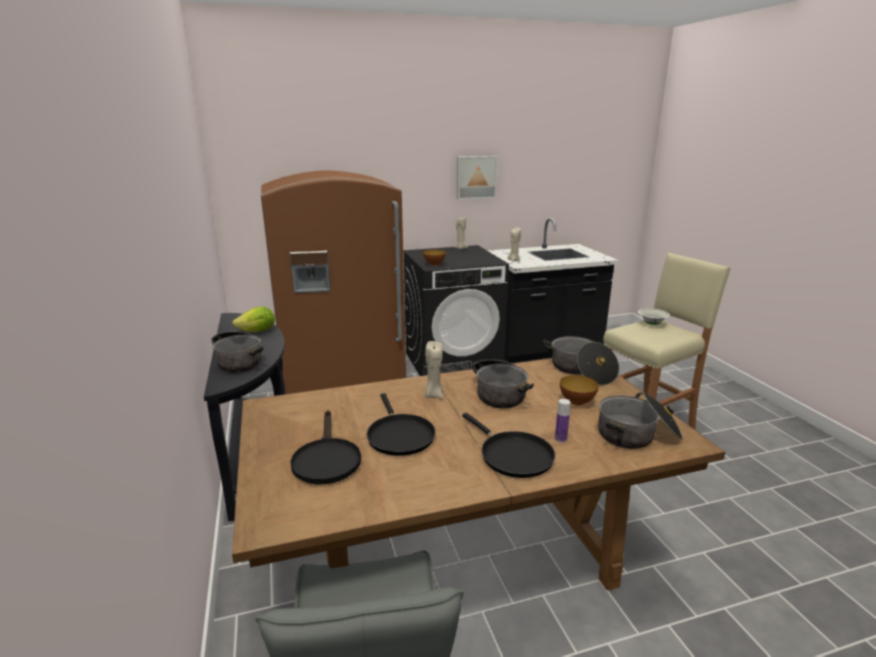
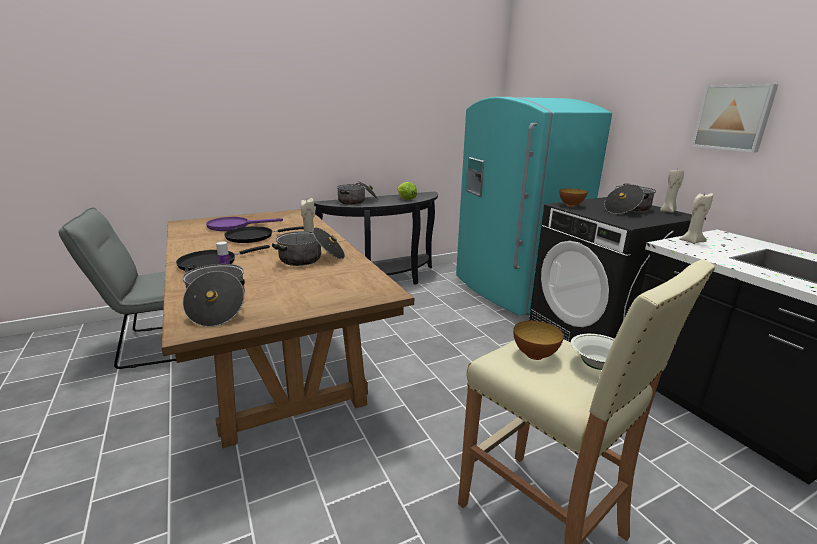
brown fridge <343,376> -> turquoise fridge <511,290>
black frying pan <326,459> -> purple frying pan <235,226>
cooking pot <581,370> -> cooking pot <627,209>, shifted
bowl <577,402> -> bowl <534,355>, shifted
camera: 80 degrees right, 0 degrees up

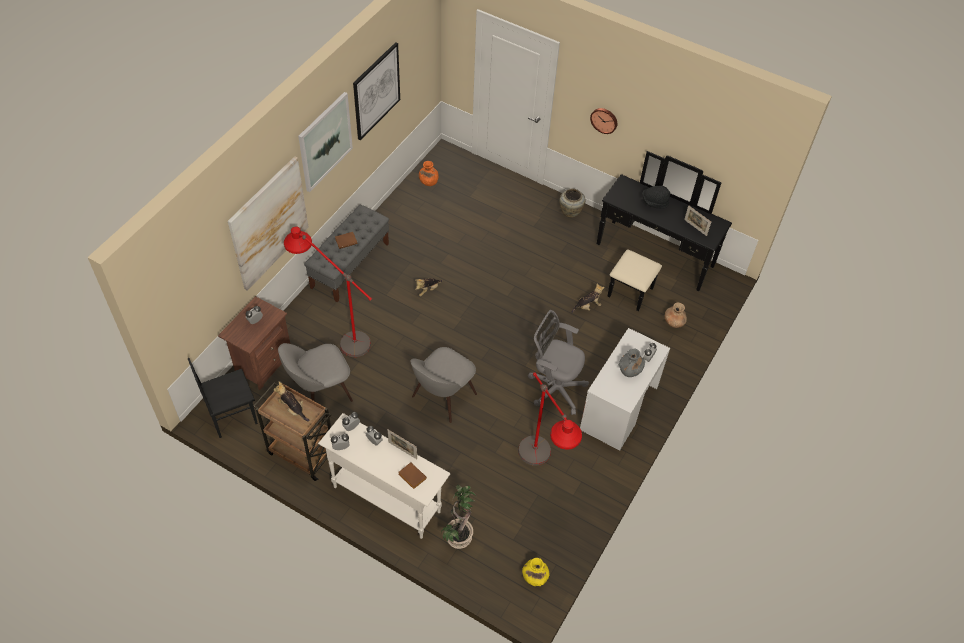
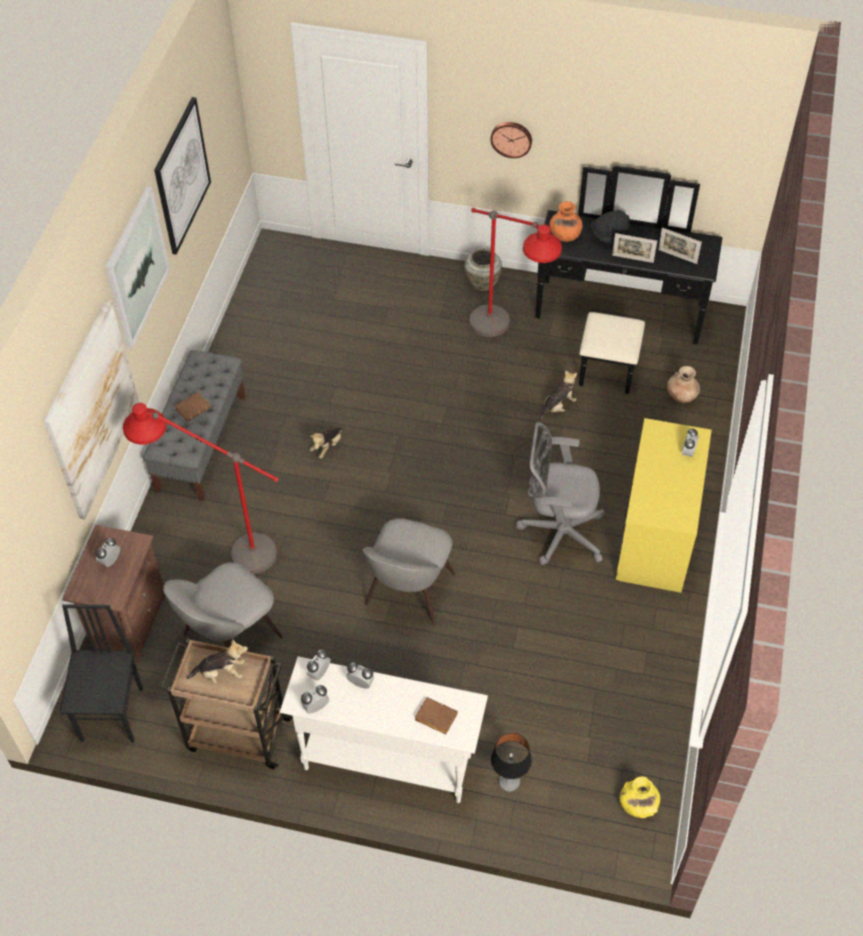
black chair <232,417> -> black chair <113,713>, 135 degrees clockwise
plush toy <293,409> -> plush toy <221,673>, 150 degrees clockwise
picture frame <402,450> -> picture frame <632,259>, shifted
orange vase <428,181> -> orange vase <564,235>, shifted
potted plant <458,536> -> table lamp <509,782>
red floor lamp <541,471> -> red floor lamp <506,339>, shifted
white desk <619,408> -> yellow desk <656,534>
grey vase <629,370> -> none
camera: 15 degrees left, 0 degrees up

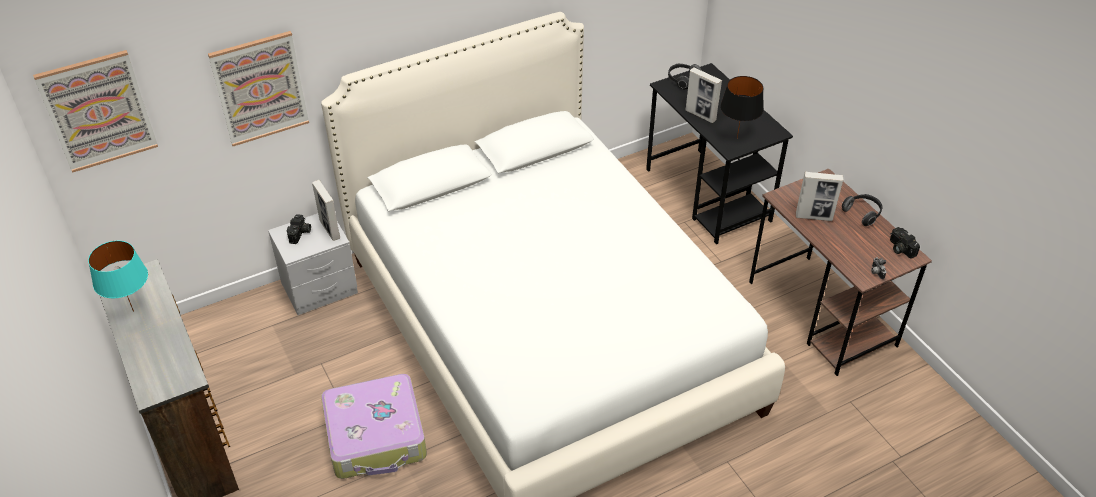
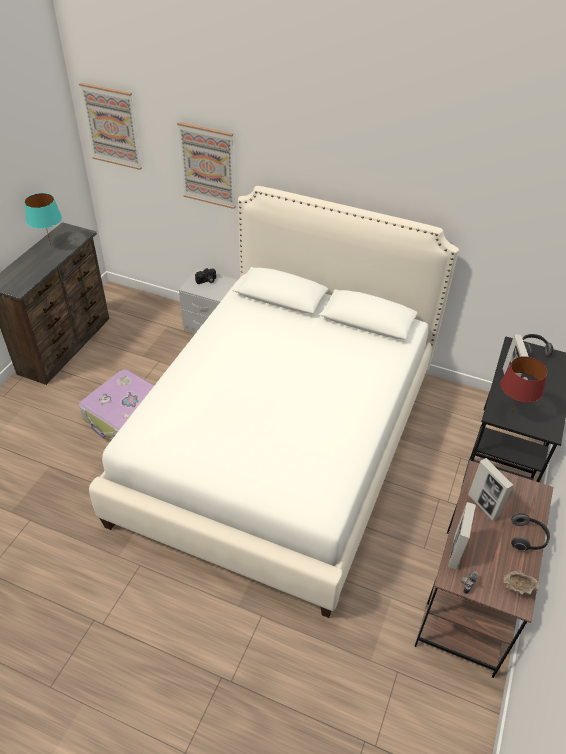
picture frame <330,229> -> picture frame <455,552>, shifted
black table lamp <737,138> -> red table lamp <512,413>
photo camera <900,248> -> beige bowl <517,588>
camera: 50 degrees right, 0 degrees up

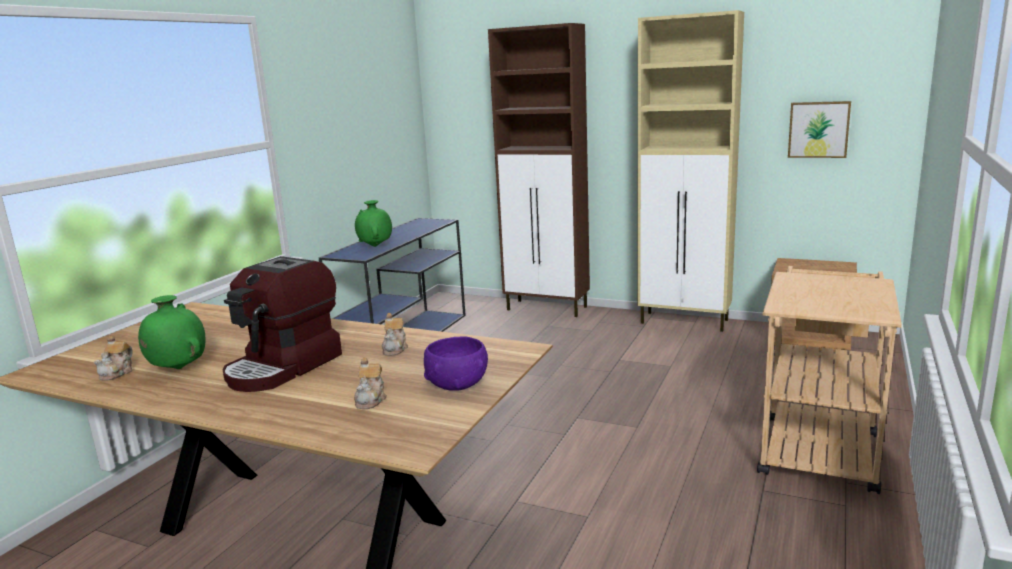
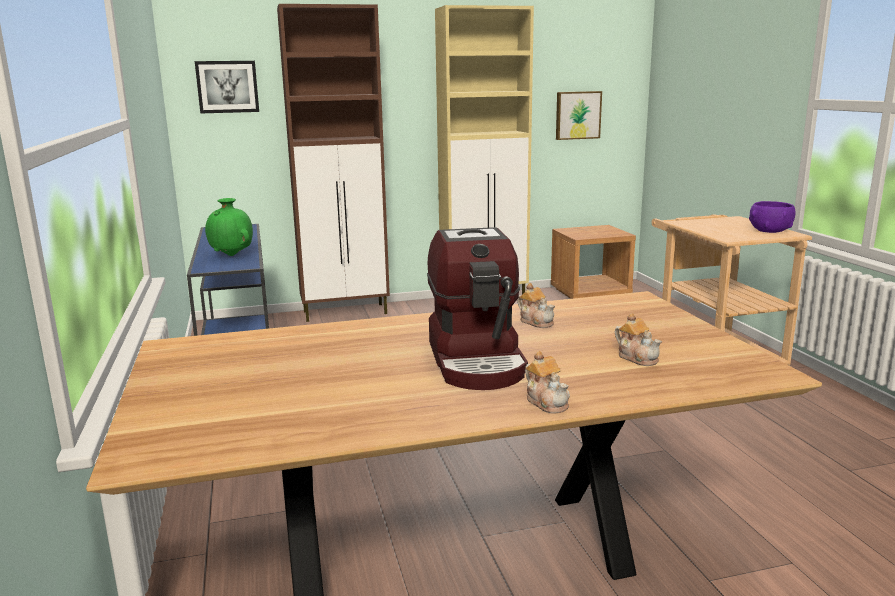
teapot <118,373> -> teapot <547,402>, shifted
green vase <178,369> -> none
purple bowl <457,384> -> purple bowl <770,231>, shifted
none -> picture <227,87>
camera: 40 degrees left, 0 degrees up

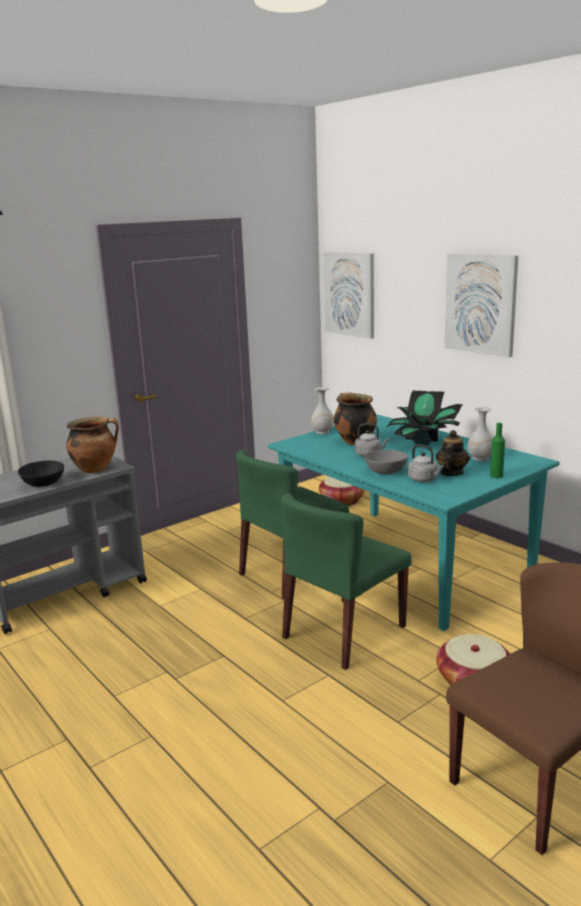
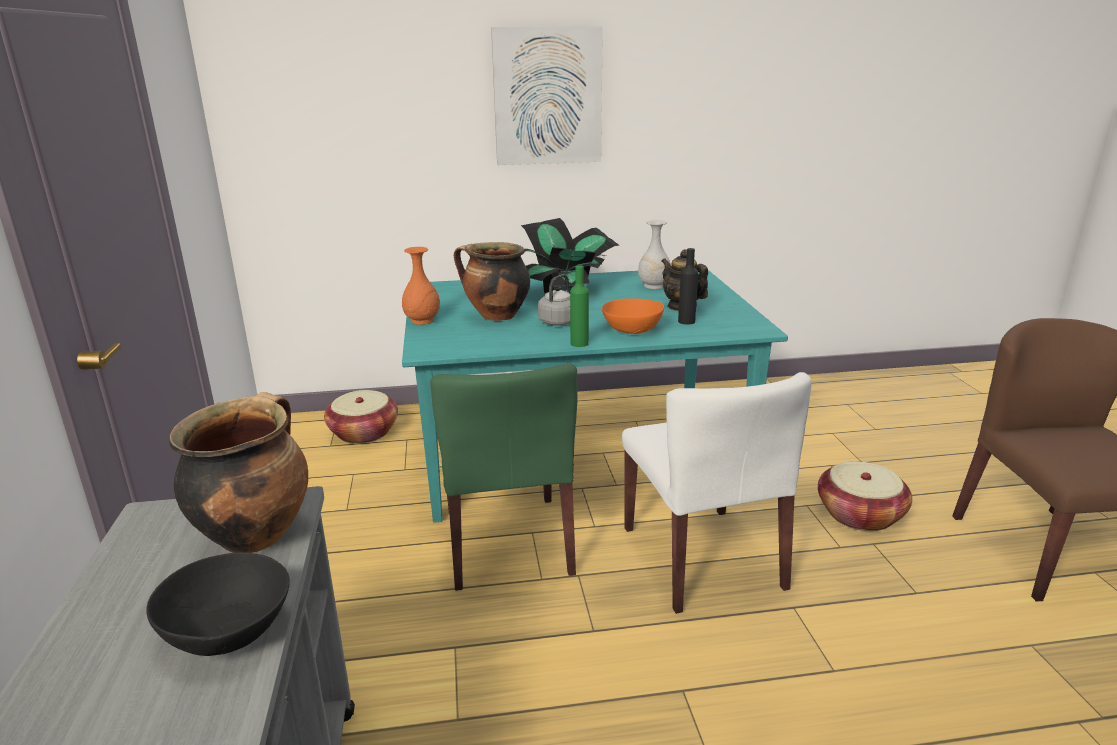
green chair <344,632> -> white chair <702,558>
white vase <322,432> -> orange vase <422,321>
picture <350,294> -> none
grey bowl <385,471> -> orange bowl <631,329>
grey kettle <424,479> -> black bottle <686,321>
green bottle <496,476> -> green bottle <579,343>, shifted
camera: 60 degrees left, 5 degrees up

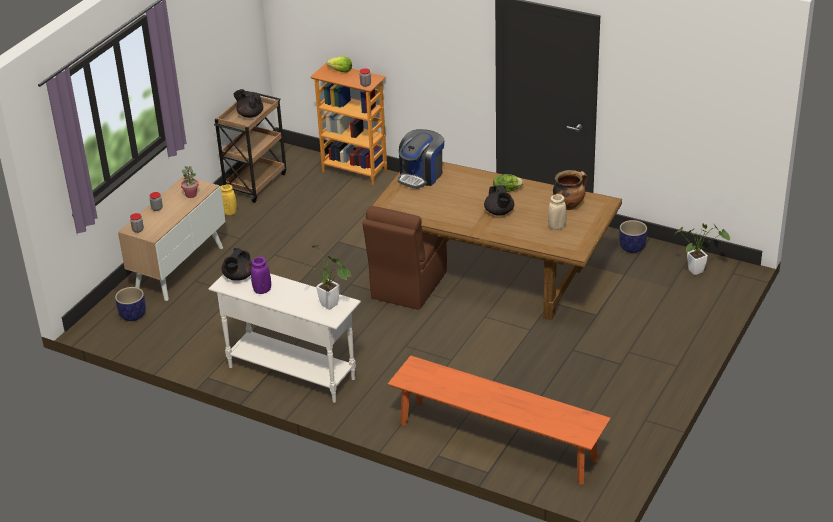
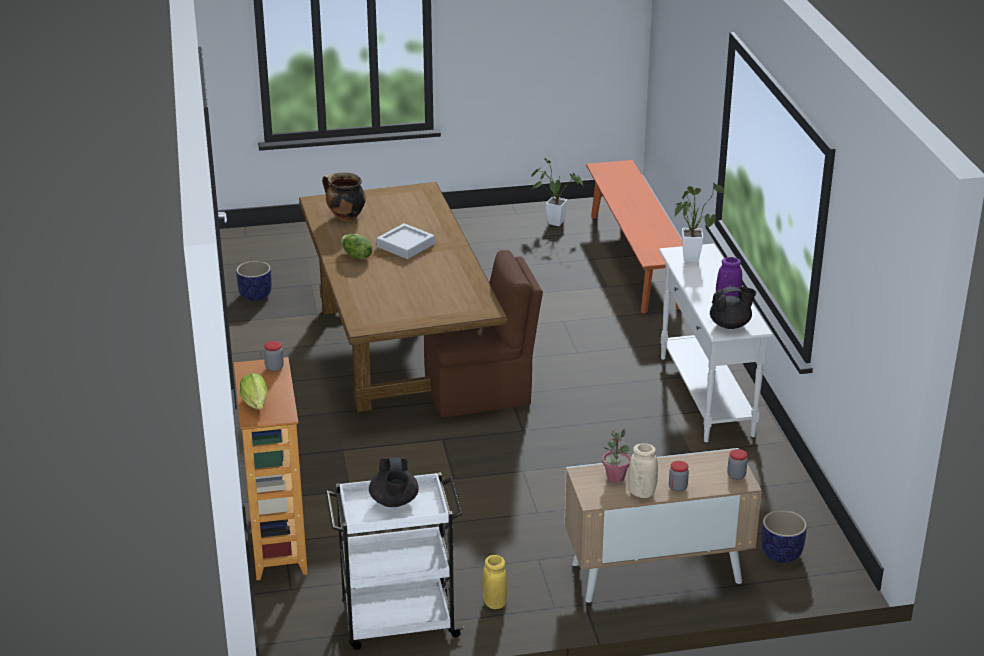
brown cart <255,183> -> white cart <397,622>
coffee machine <421,175> -> none
black teapot <499,212> -> grey tray <405,245>
beige vase <557,226> -> beige vase <641,493>, shifted
potted plant <698,270> -> potted plant <552,222>, shifted
camera: 130 degrees left, 5 degrees down

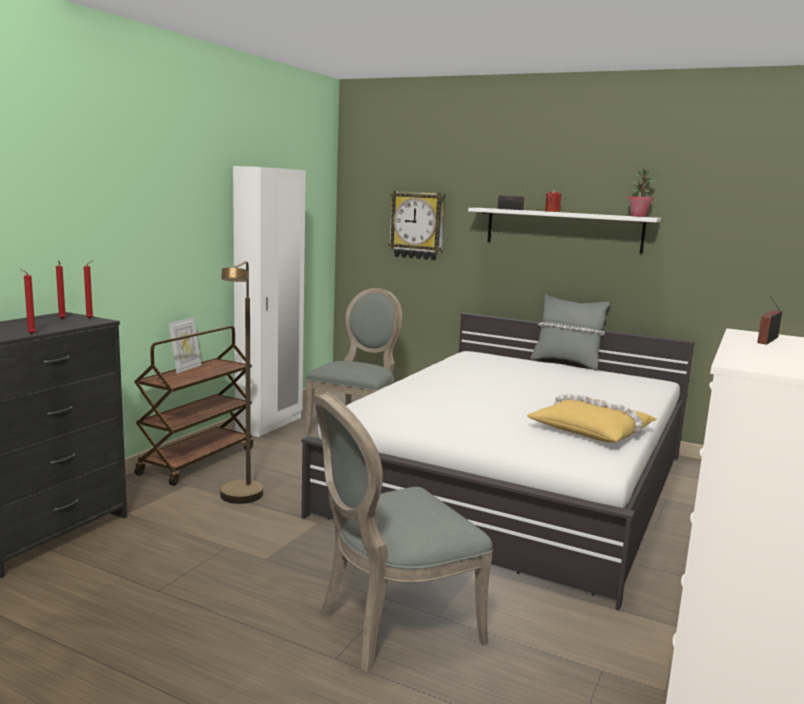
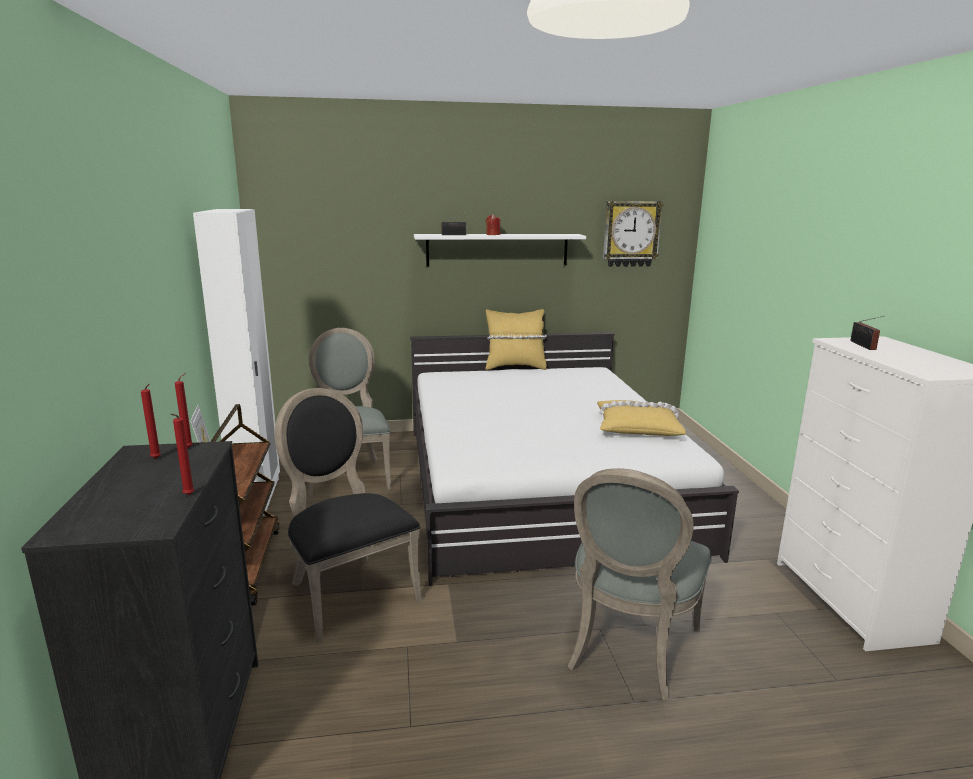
brown floor lamp <240,500> -> black chair <348,591>
wall clock <417,225> -> wall clock <631,234>, shifted
grey pillow <566,363> -> yellow pillow <515,367>
potted plant <638,216> -> none
camera: 35 degrees left, 5 degrees up

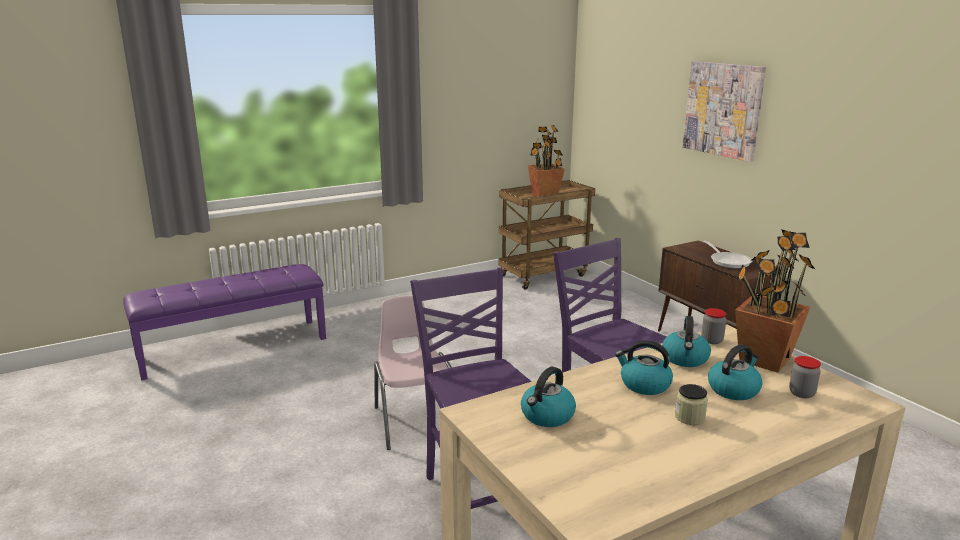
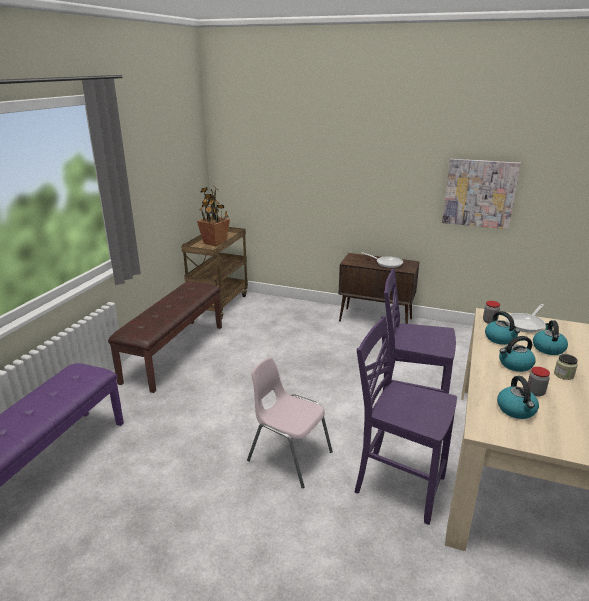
picture <723,109> -> picture <479,193>, shifted
potted plant <763,360> -> frying pan <526,324>
jar <801,393> -> jar <535,392>, shifted
none -> brown bench <174,353>
camera: 40 degrees left, 5 degrees up

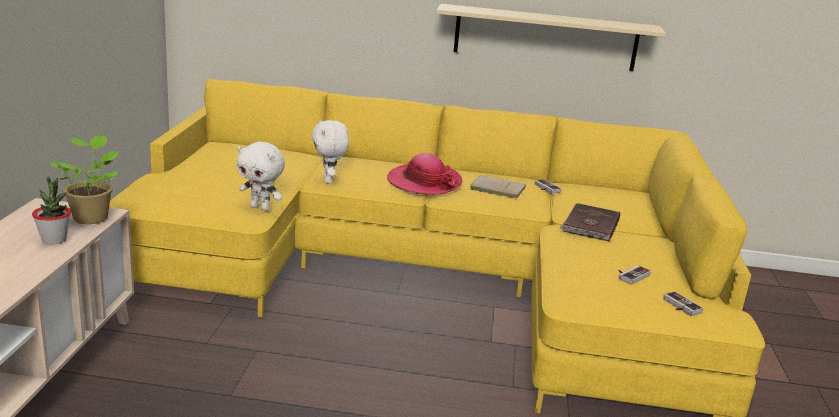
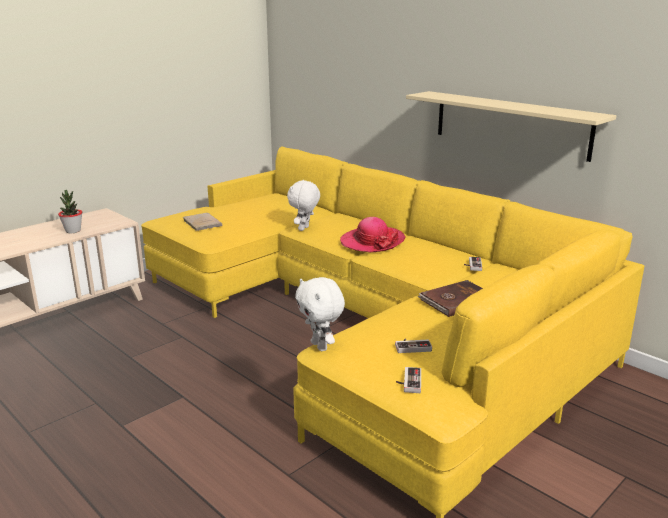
potted plant <91,217> -> none
white plush toy <261,208> -> white plush toy <320,346>, shifted
beige book <496,189> -> beige book <202,223>, shifted
camera: 40 degrees right, 0 degrees up

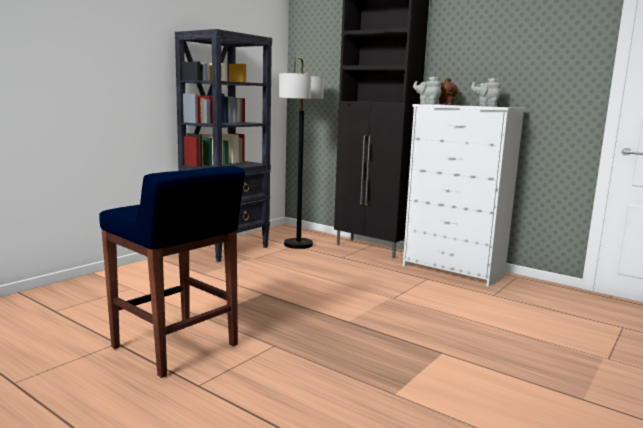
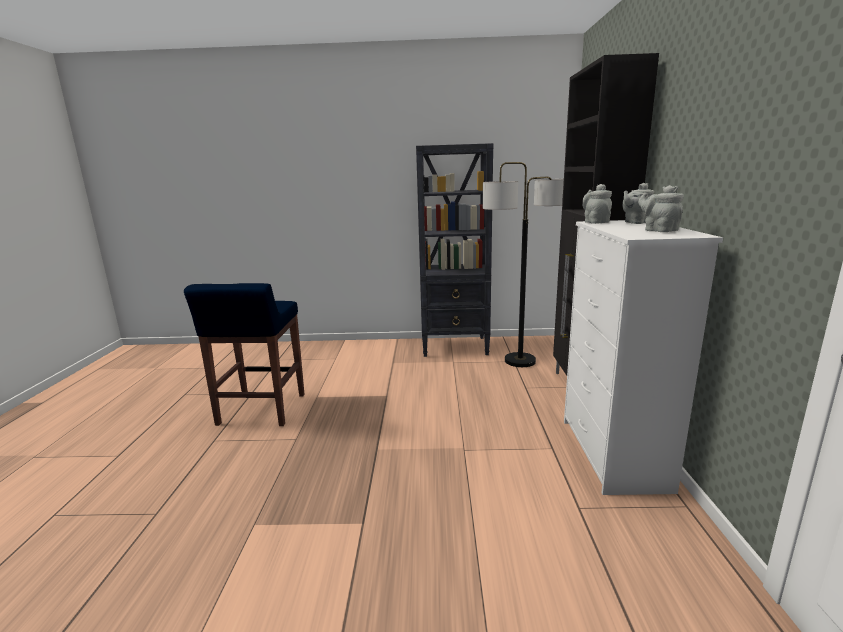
brown teapot <446,104> -> grey teapot <635,222>
camera: 55 degrees right, 5 degrees up

